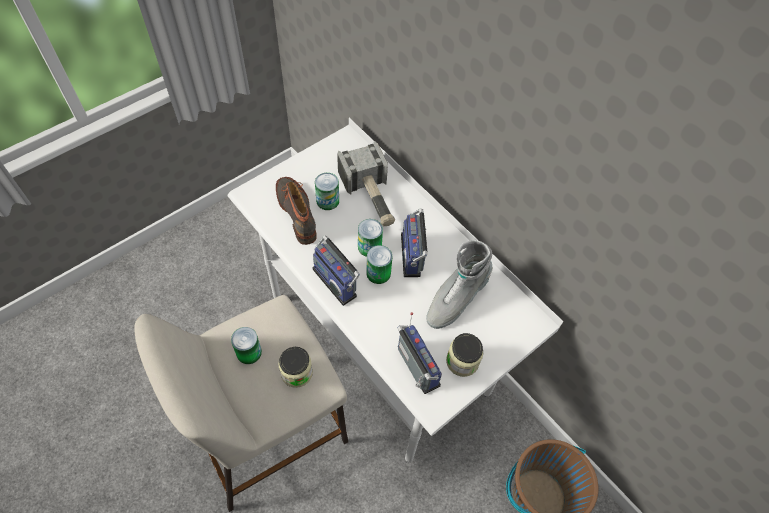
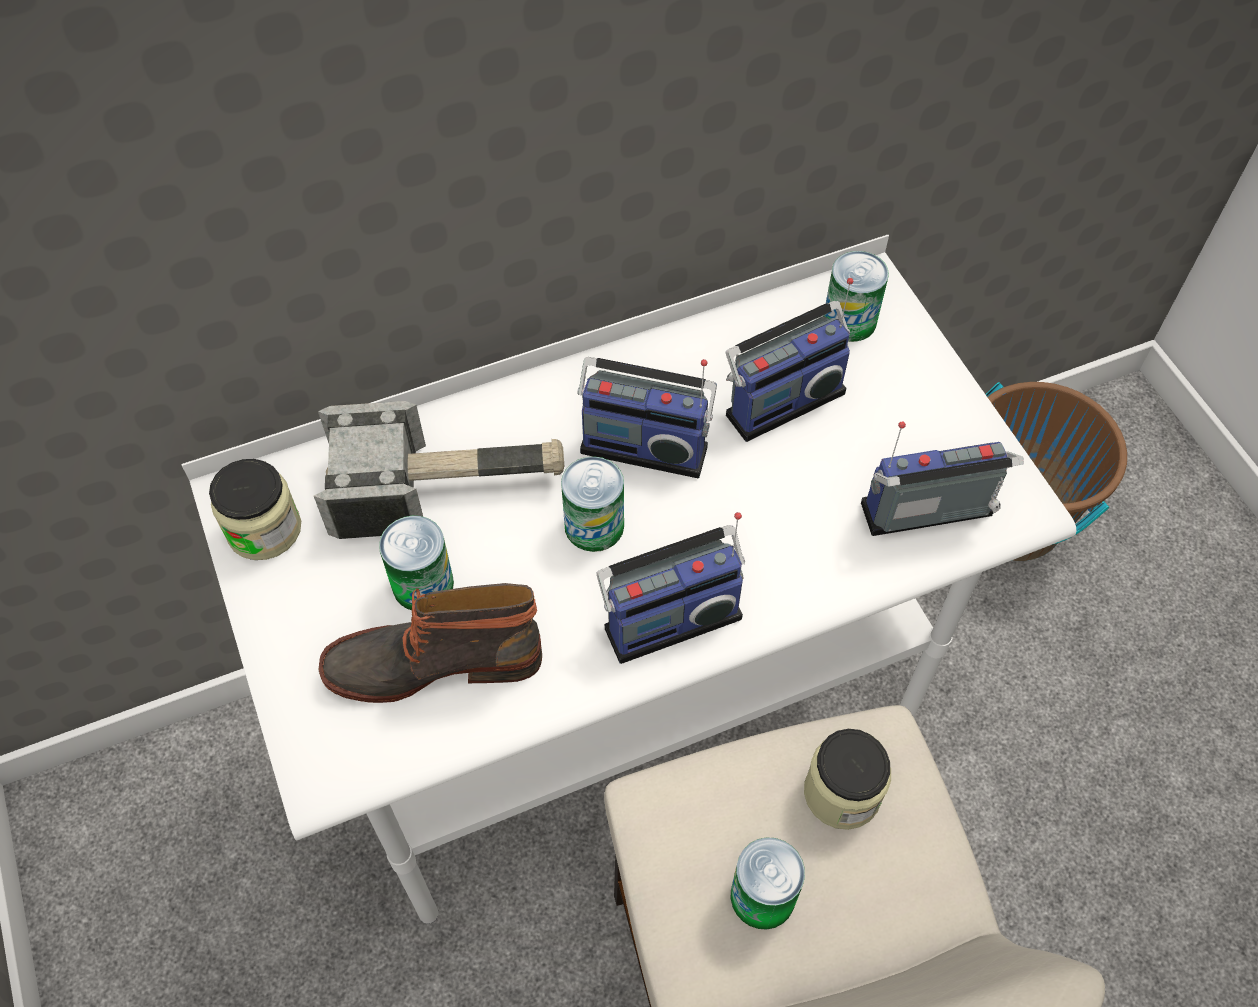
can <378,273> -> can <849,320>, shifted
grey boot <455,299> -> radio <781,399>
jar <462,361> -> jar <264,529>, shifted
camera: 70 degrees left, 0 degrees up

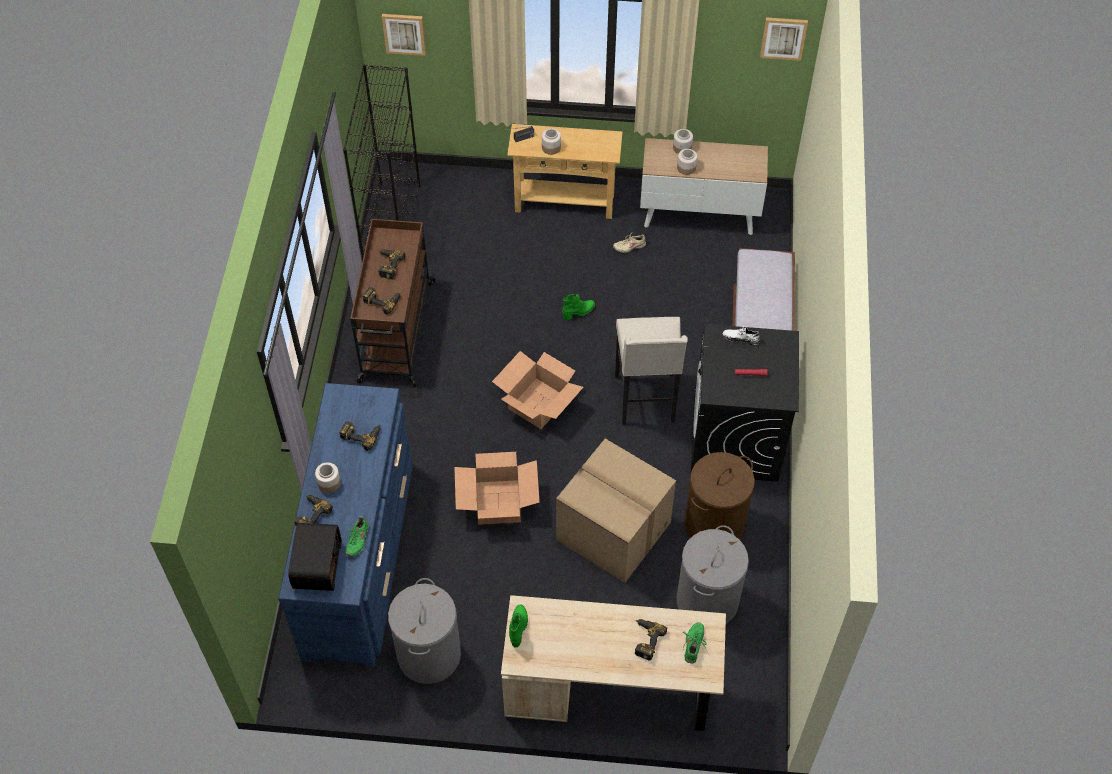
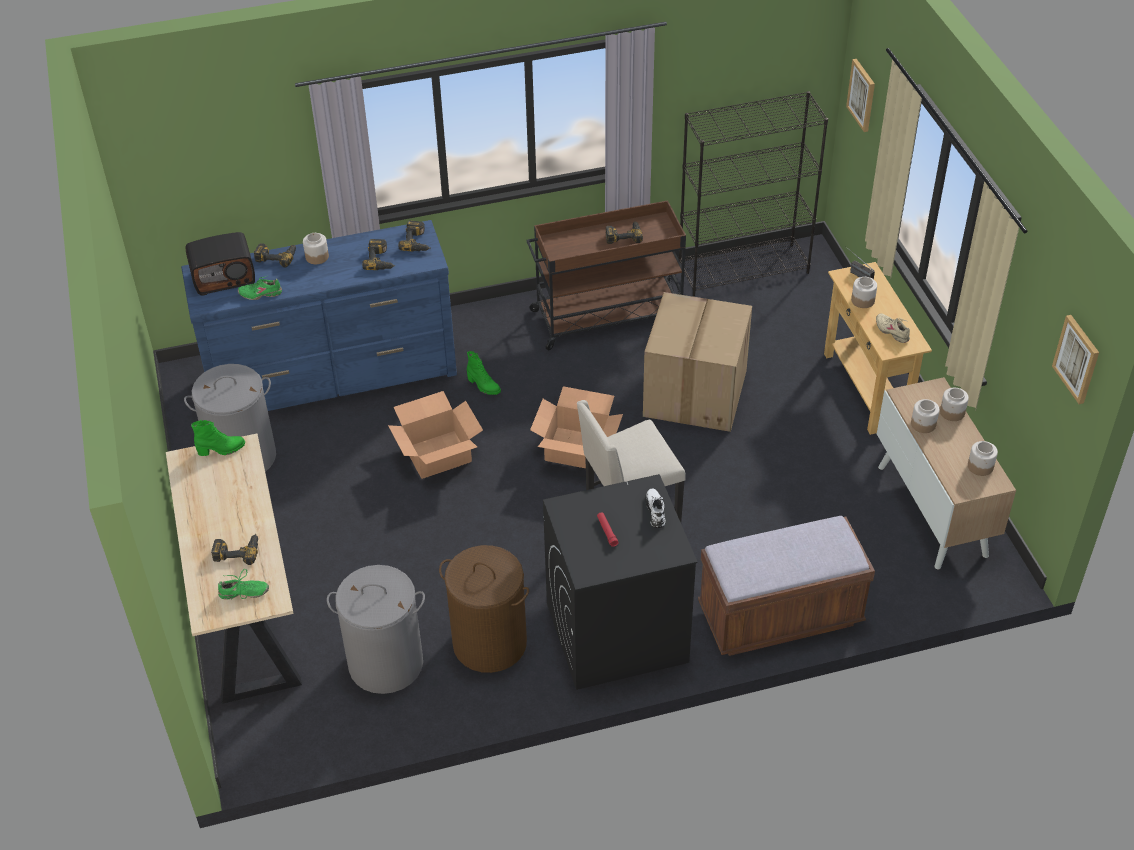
power drill <383,300> -> power drill <417,242>, shifted
cardboard box <611,531> -> cardboard box <694,392>, shifted
green boot <579,312> -> green boot <483,386>, shifted
beige shoe <629,246> -> beige shoe <892,331>, shifted
none -> jar <980,466>
camera: 70 degrees right, 10 degrees down

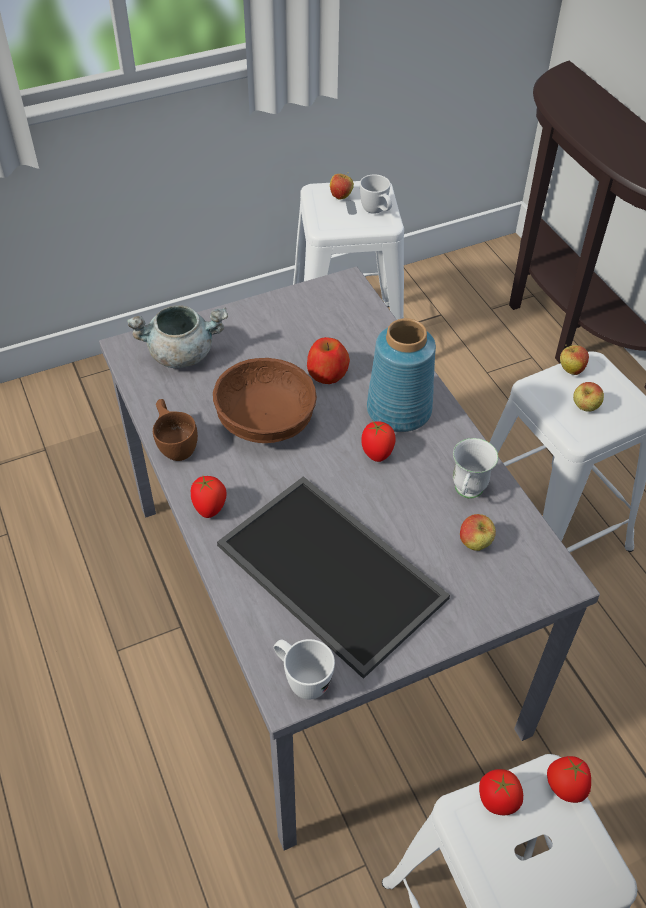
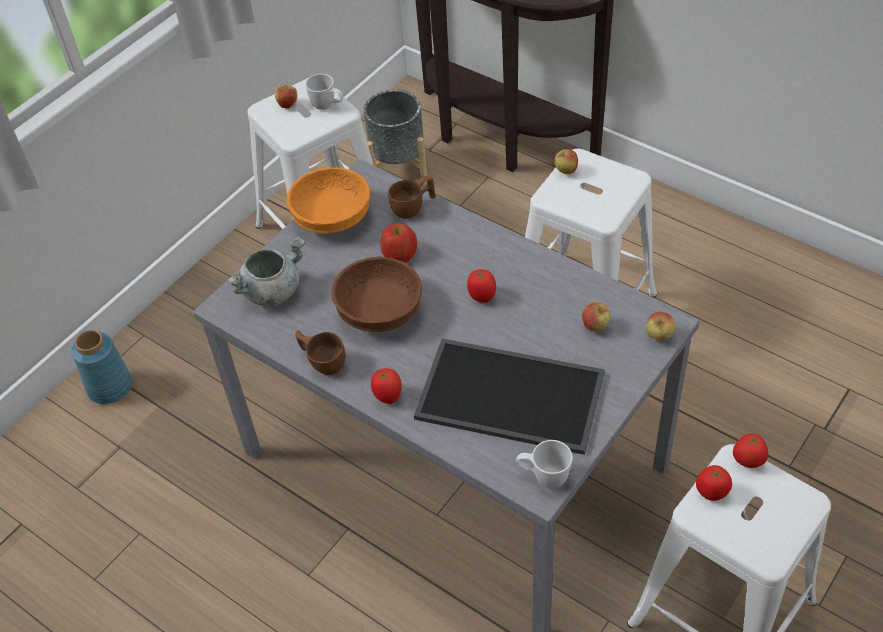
blue vase <399,411> -> blue vase <110,387>, shifted
white mug <466,493> -> none
apple <584,408> -> apple <659,336>, shifted
none -> orange bowl <333,217>
none -> grey planter <399,168>
none -> brown cup <413,207>
camera: 25 degrees left, 0 degrees up

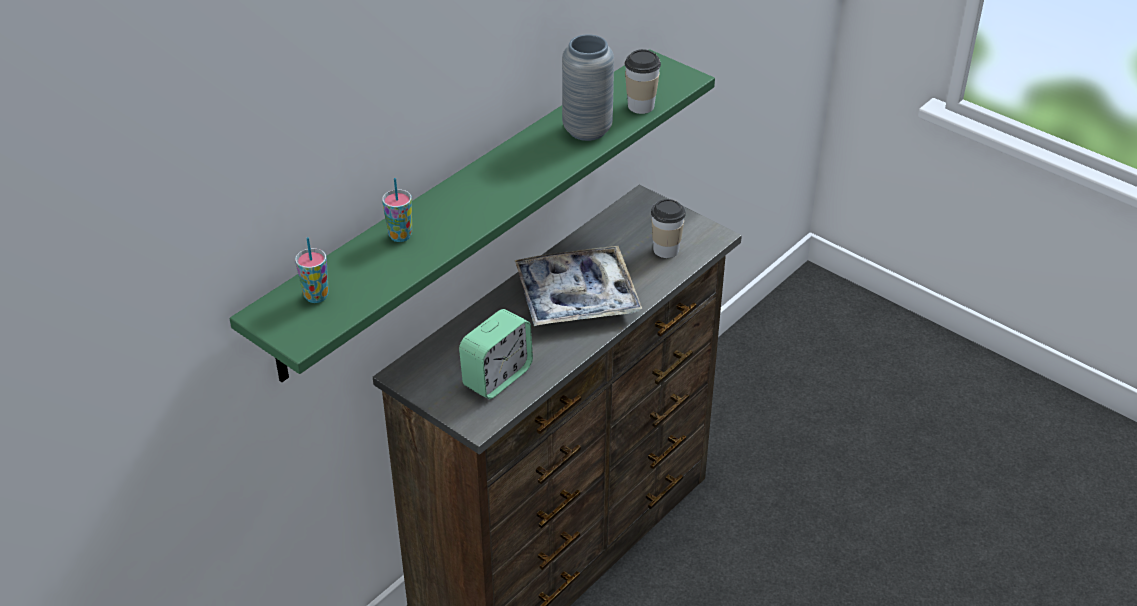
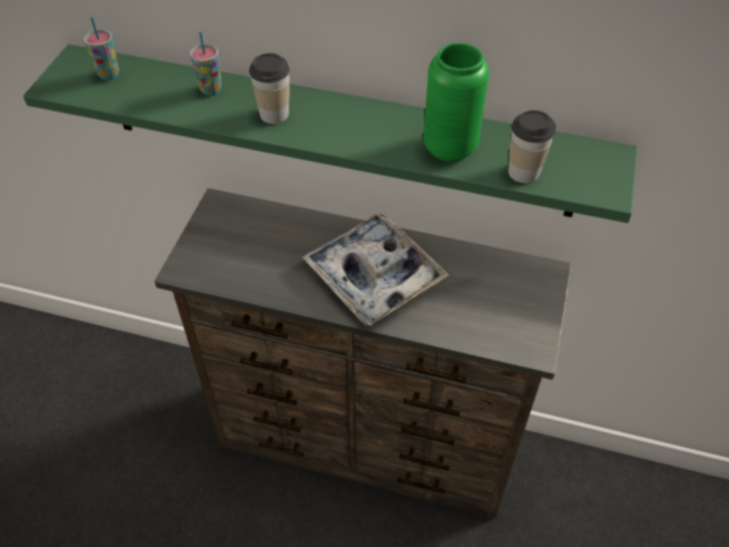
alarm clock <497,377> -> none
grey vase <587,130> -> green vase <450,148>
cup <666,250> -> cup <274,114>, shifted
camera: 65 degrees right, 10 degrees up

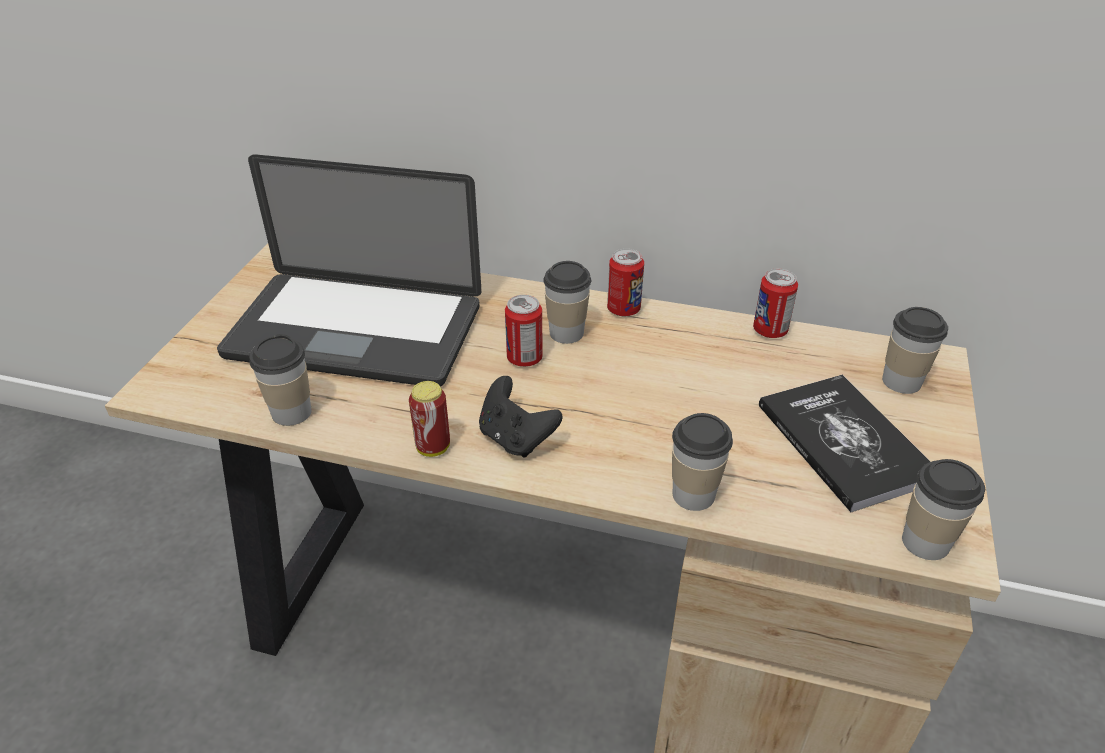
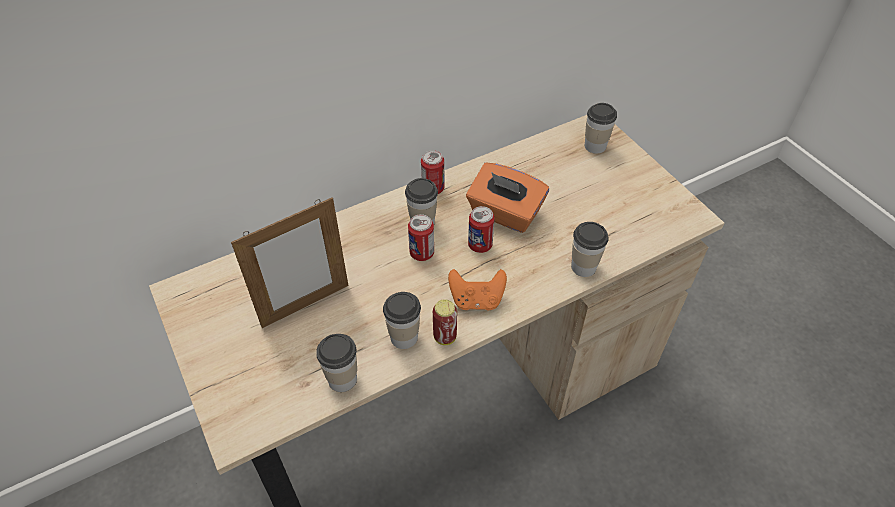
laptop <355,331> -> picture frame <305,305>
black game controller <516,438> -> orange game controller <476,300>
can <770,331> -> can <480,245>, shifted
book <844,442> -> none
cup <925,542> -> cup <404,337>, shifted
none -> orange tissue box <505,214>
camera: 45 degrees left, 10 degrees up

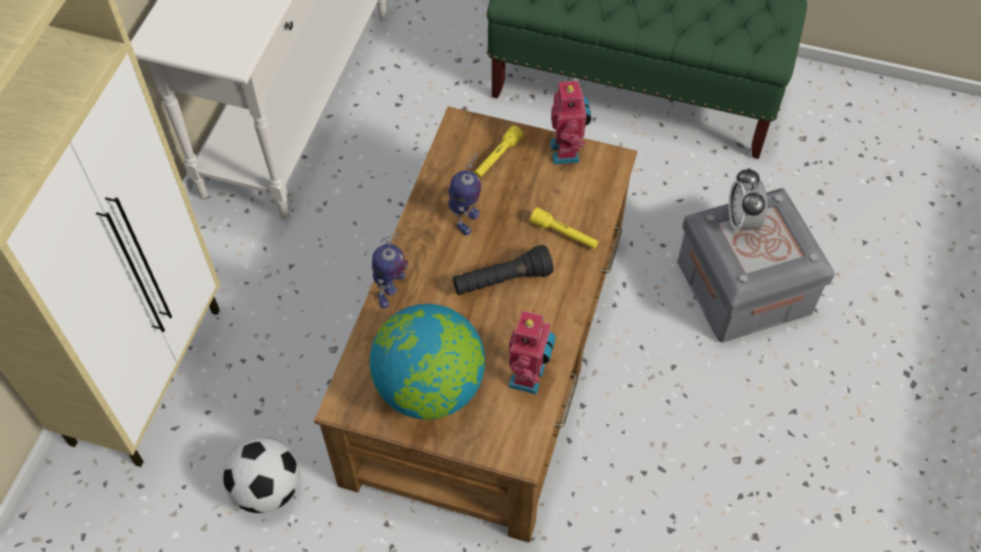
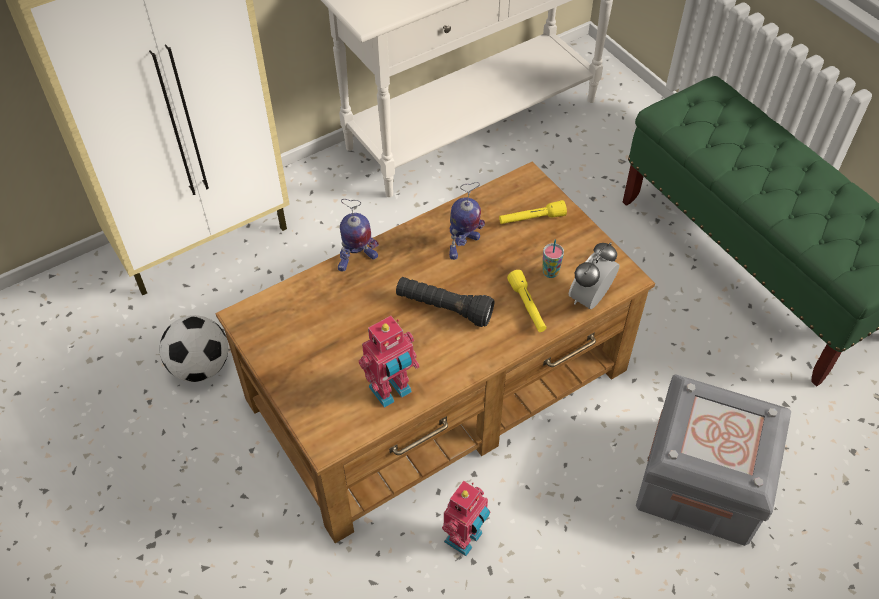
globe <430,388> -> none
toy robot <567,151> -> toy robot <465,539>, shifted
alarm clock <742,221> -> alarm clock <590,298>, shifted
none -> cup <550,272>
camera: 40 degrees right, 5 degrees down

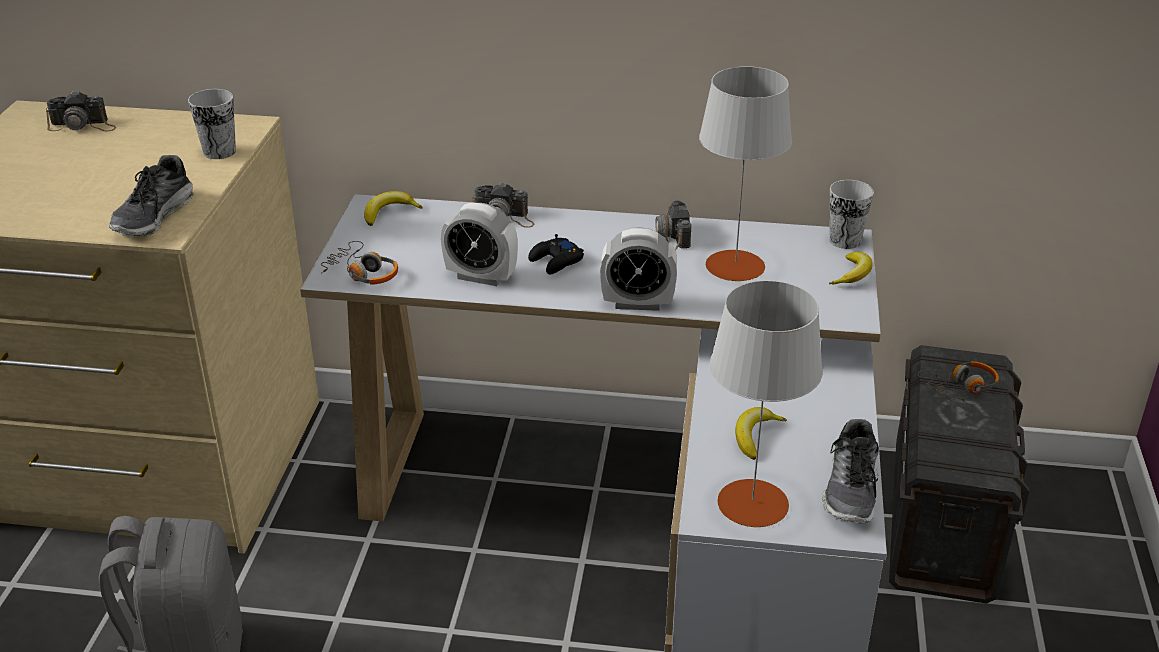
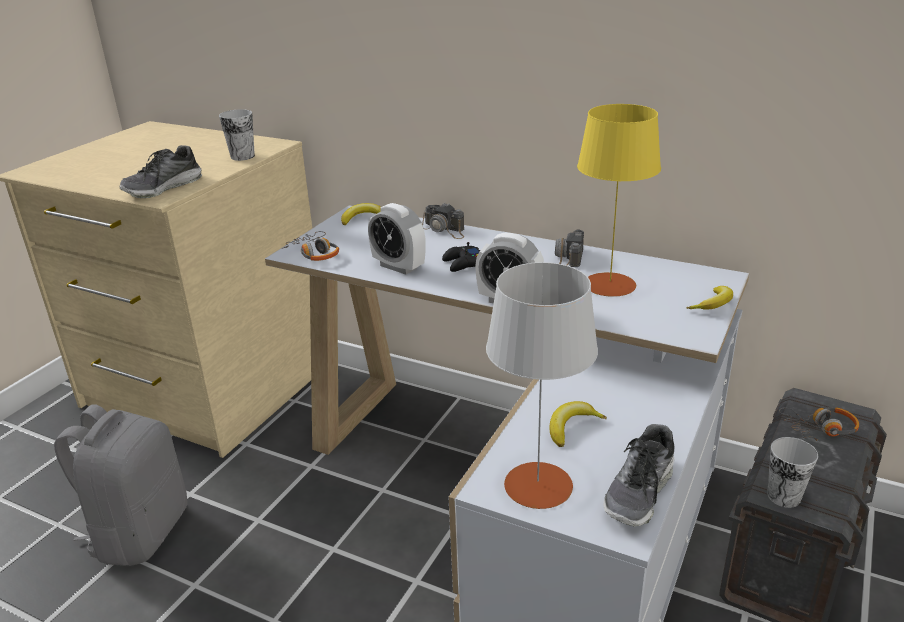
photo camera <83,125> -> none
grey table lamp <735,266> -> yellow table lamp <610,285>
cup <845,240> -> cup <783,496>, shifted
camera: 20 degrees right, 5 degrees down

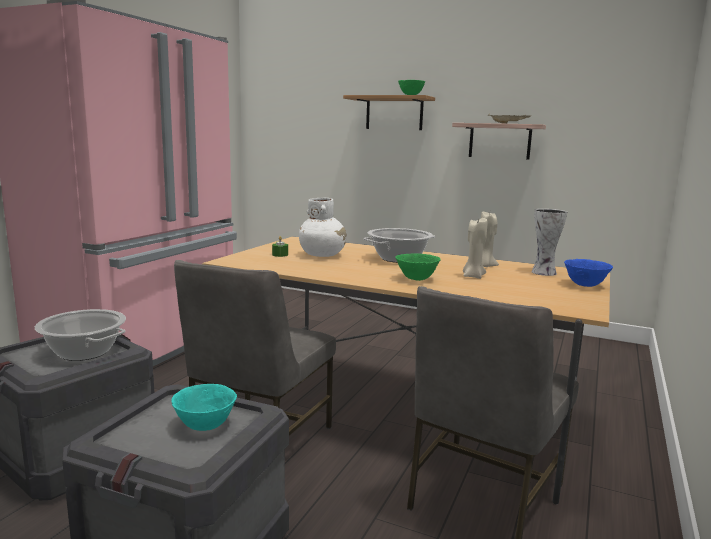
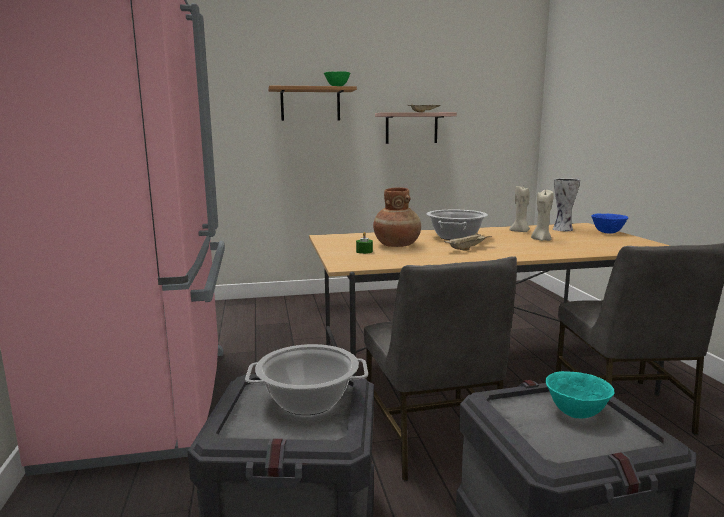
white vase <322,255> -> brown vase <397,245>
green bowl <416,279> -> none
none -> beige tray <467,249>
camera: 35 degrees left, 0 degrees up

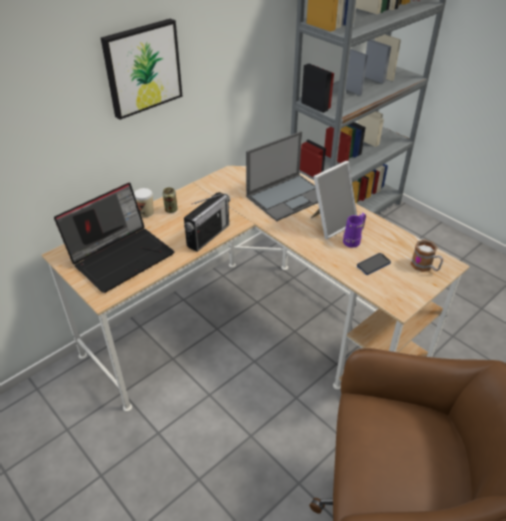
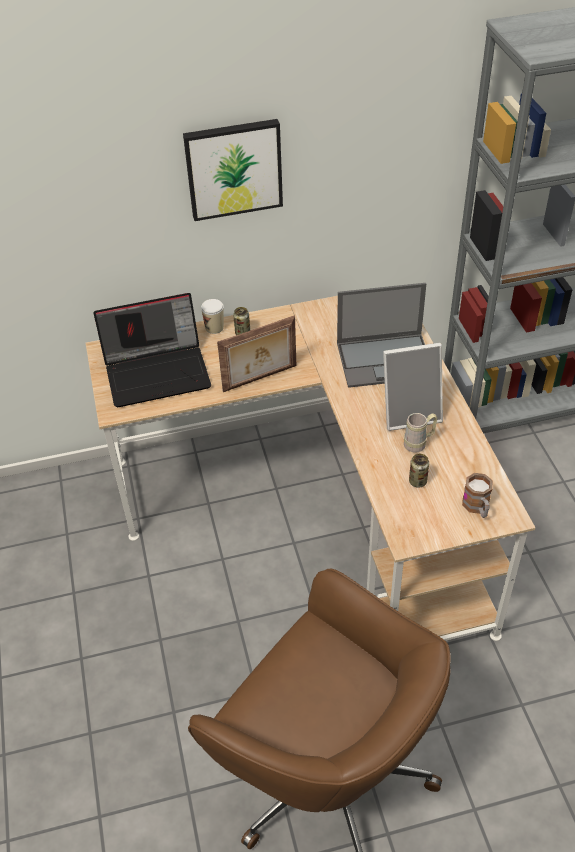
radio <208,235> -> picture frame <260,379>
purple mug <354,240> -> beige mug <419,444>
phone <373,264> -> can <417,481>
camera: 30 degrees right, 5 degrees up

